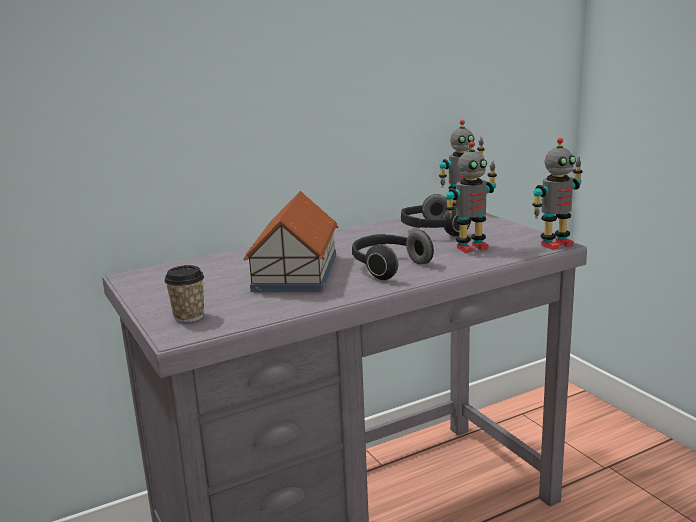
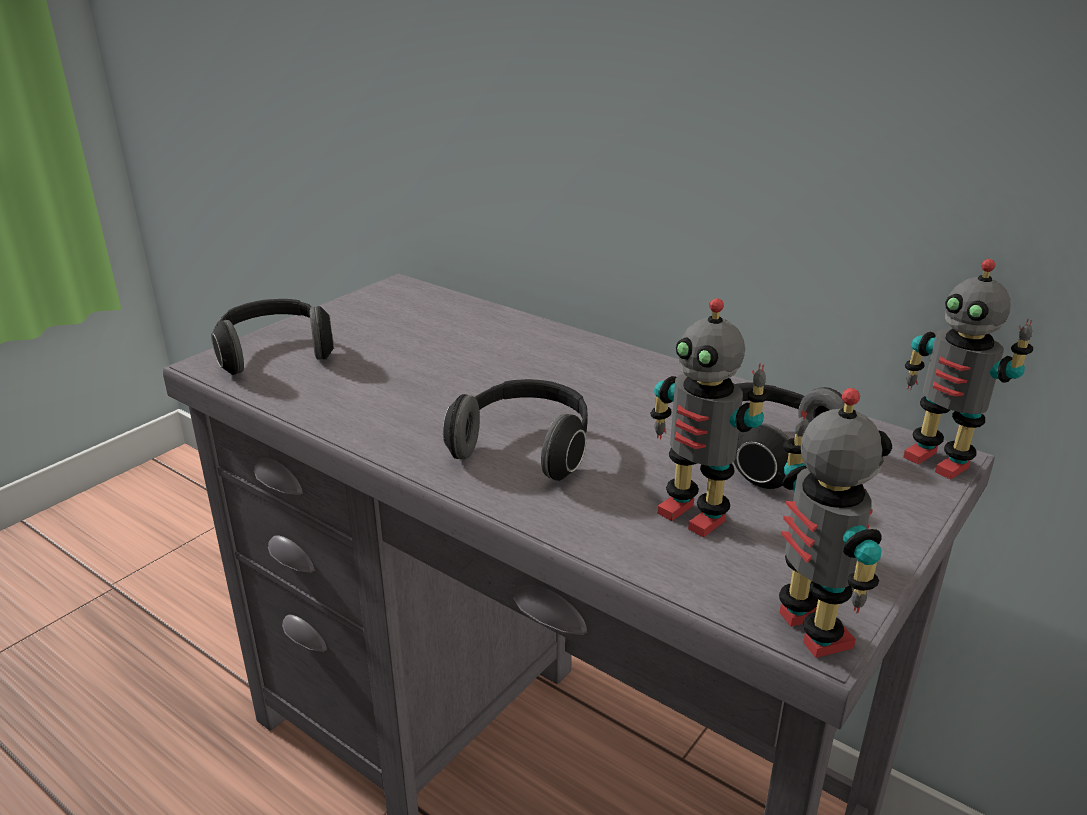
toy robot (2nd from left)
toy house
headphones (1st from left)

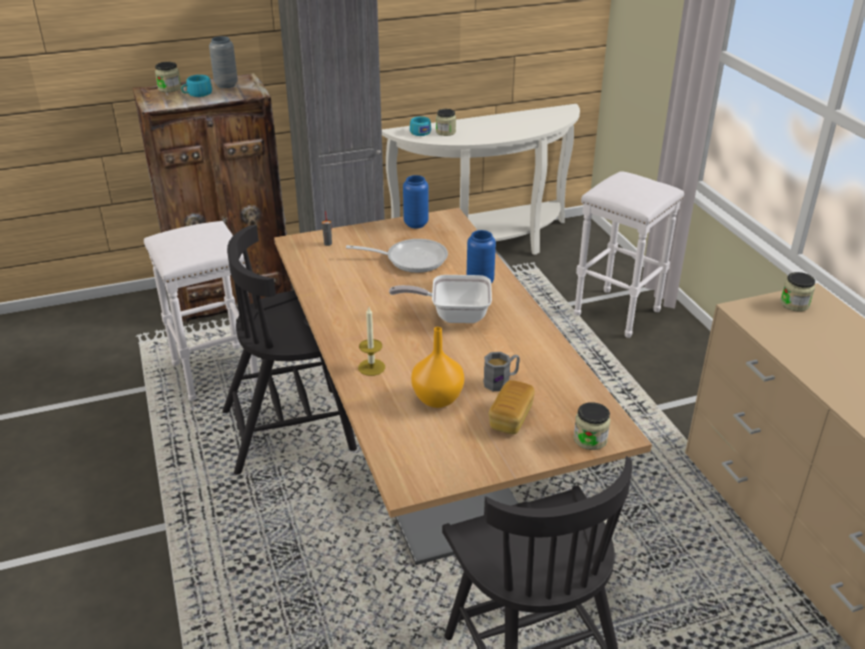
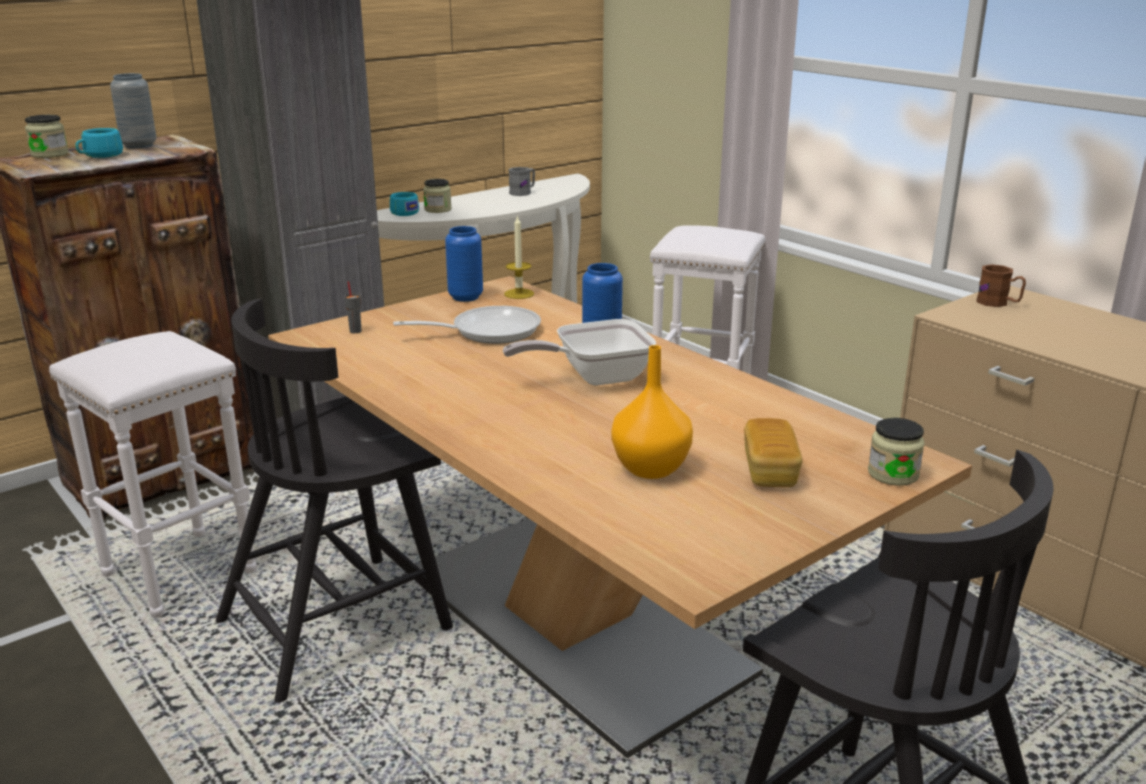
mug (brown)
candle
mug (grey)

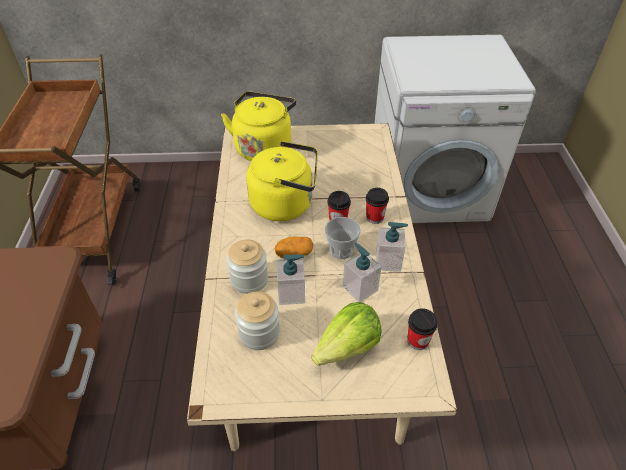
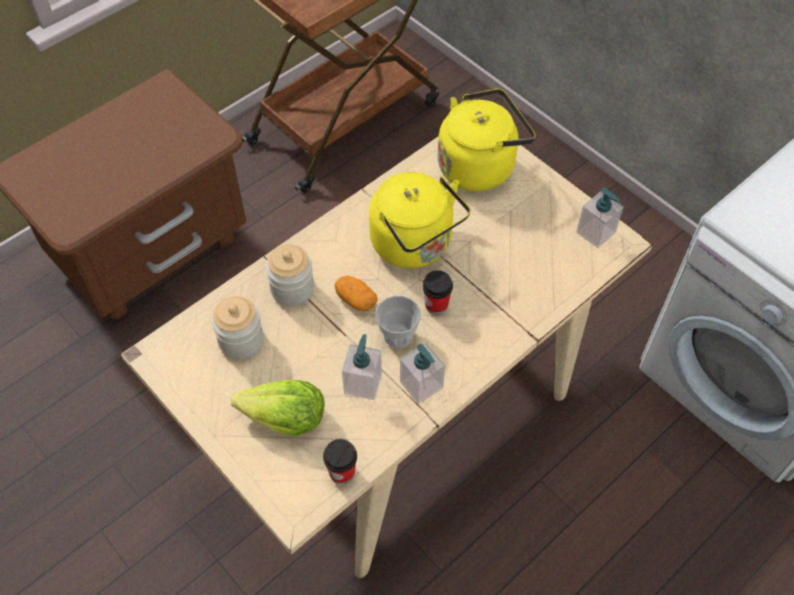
cup (3rd from left in the first image)
soap dispenser (3rd from left)

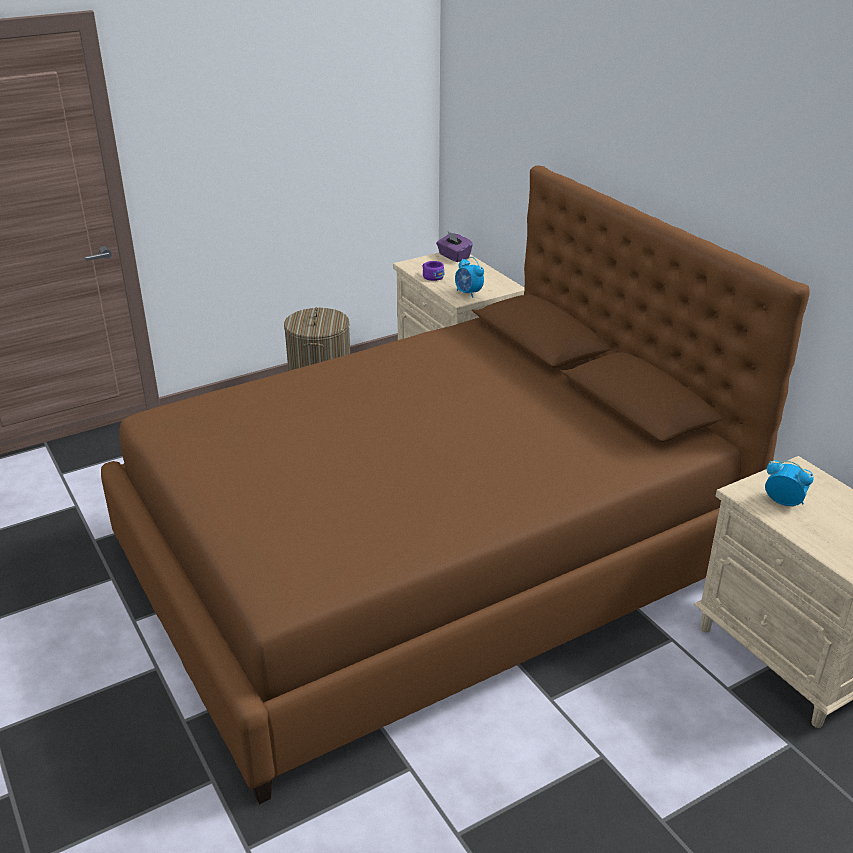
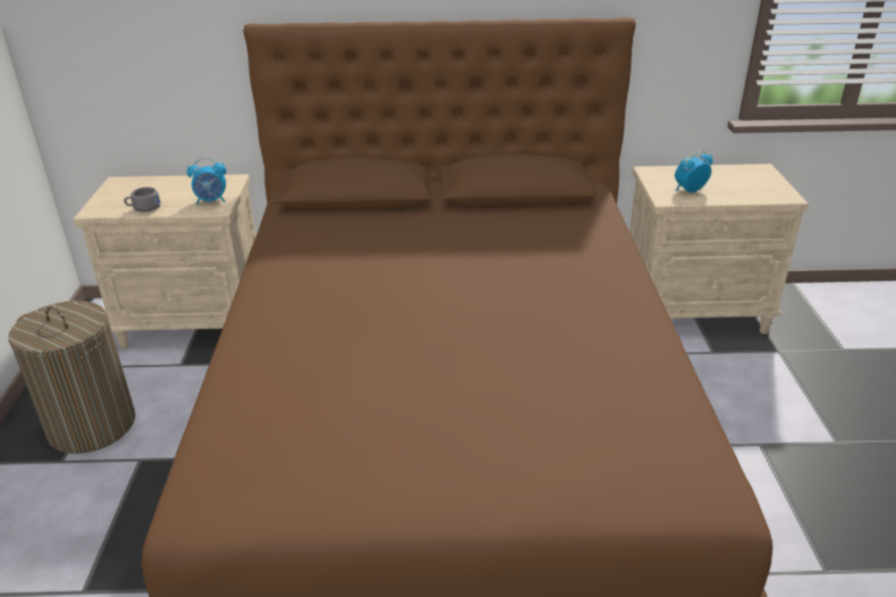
tissue box (purple)
cup (grey)

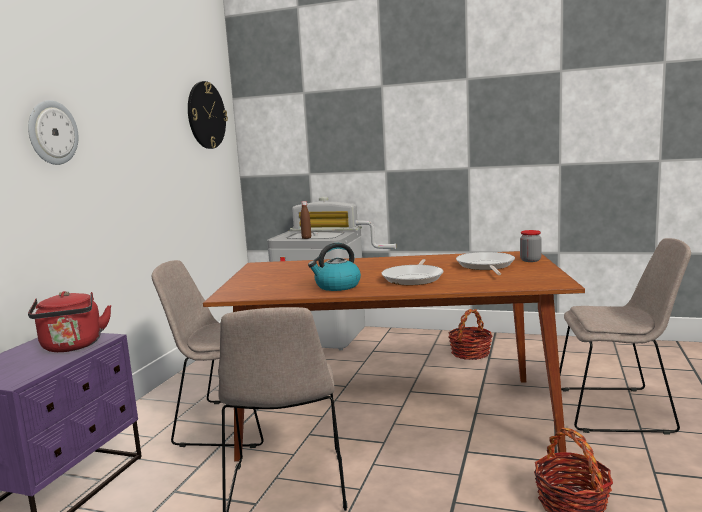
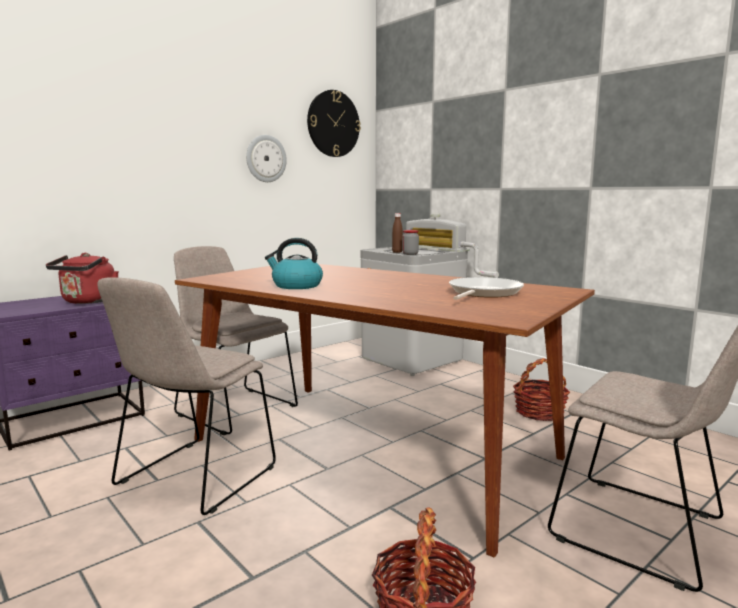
wall clock (1st from left)
jar
frying pan (1st from left in the first image)

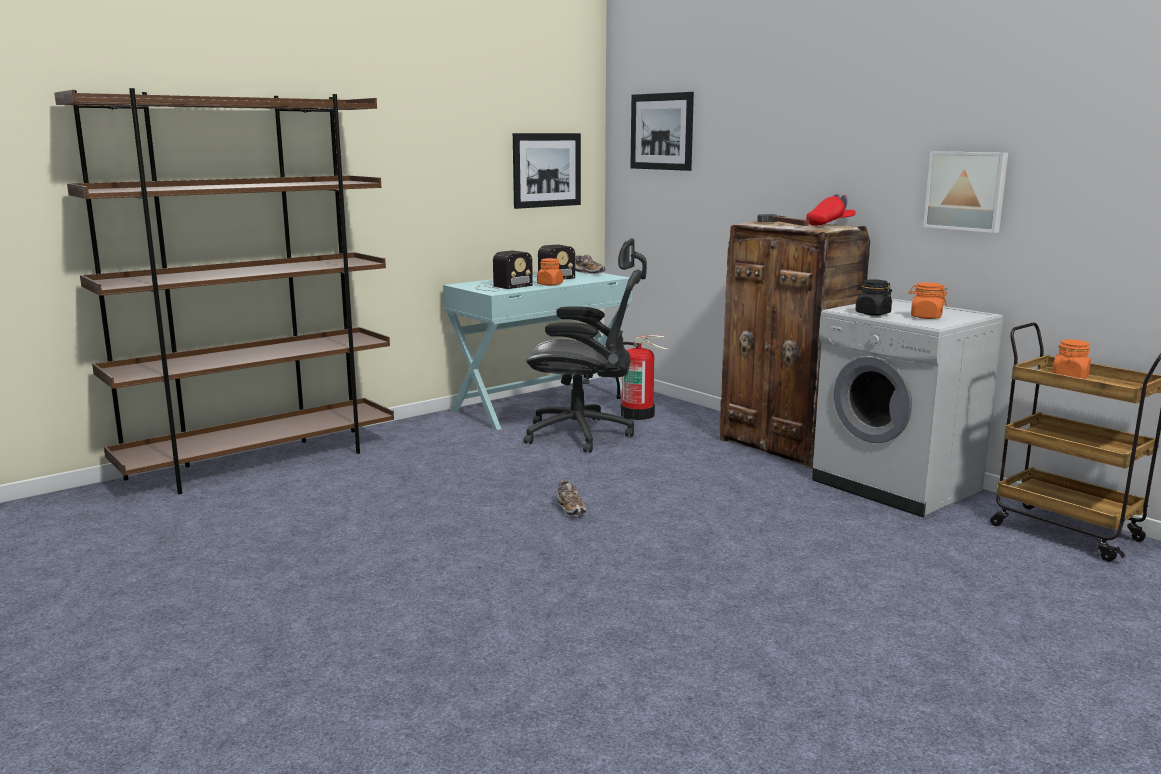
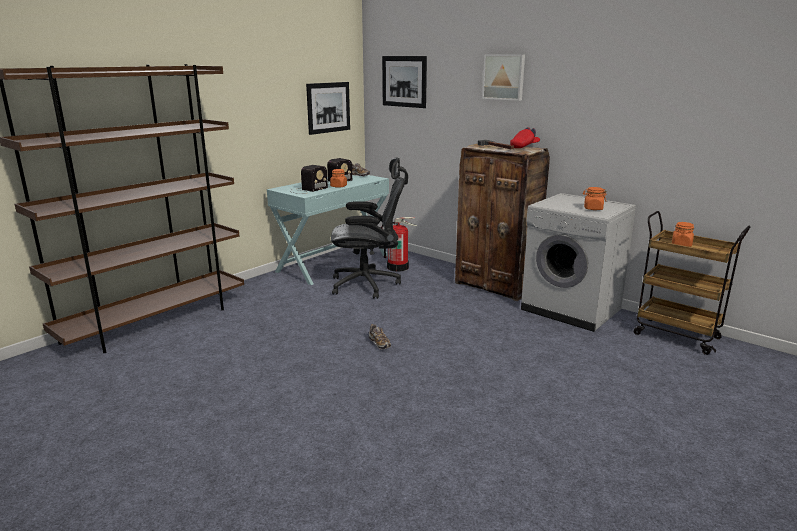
picture (3rd from left)
jar (black)

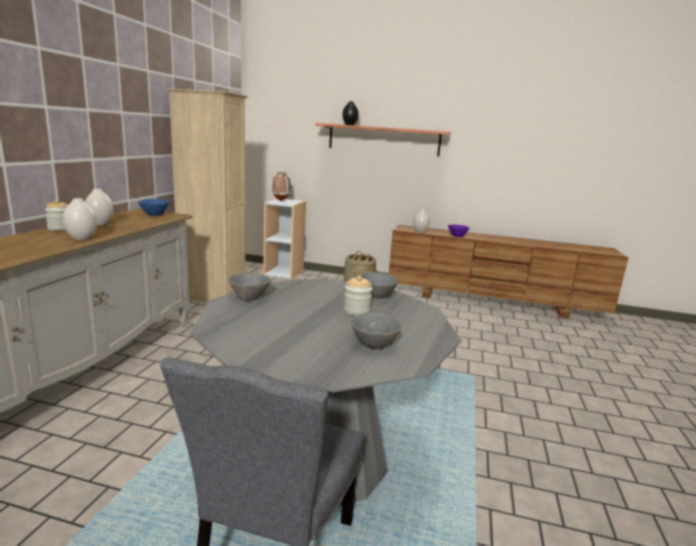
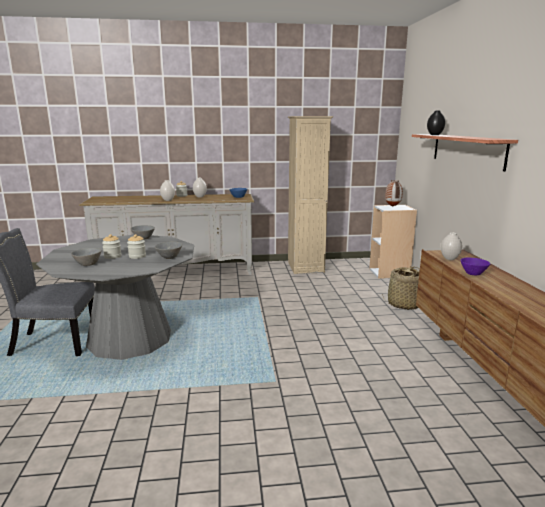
jar (1st from left)

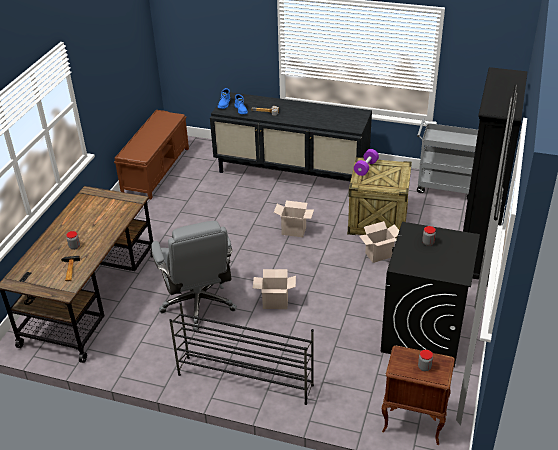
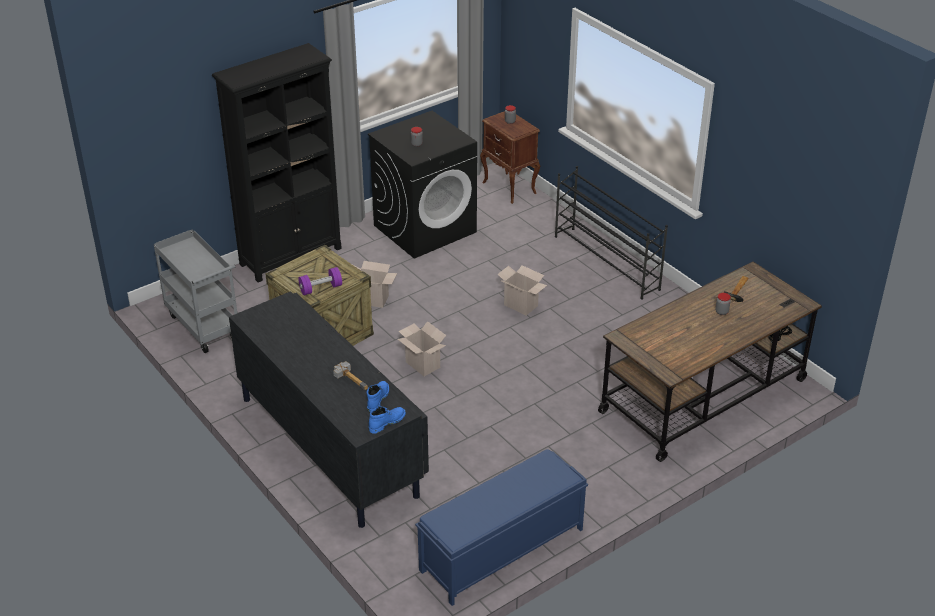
bench (blue)
office chair (grey)

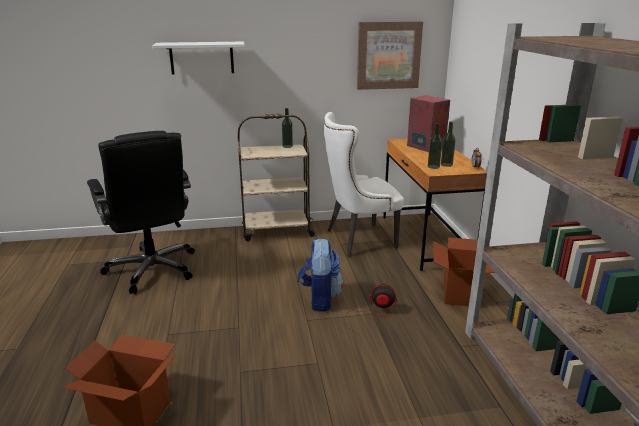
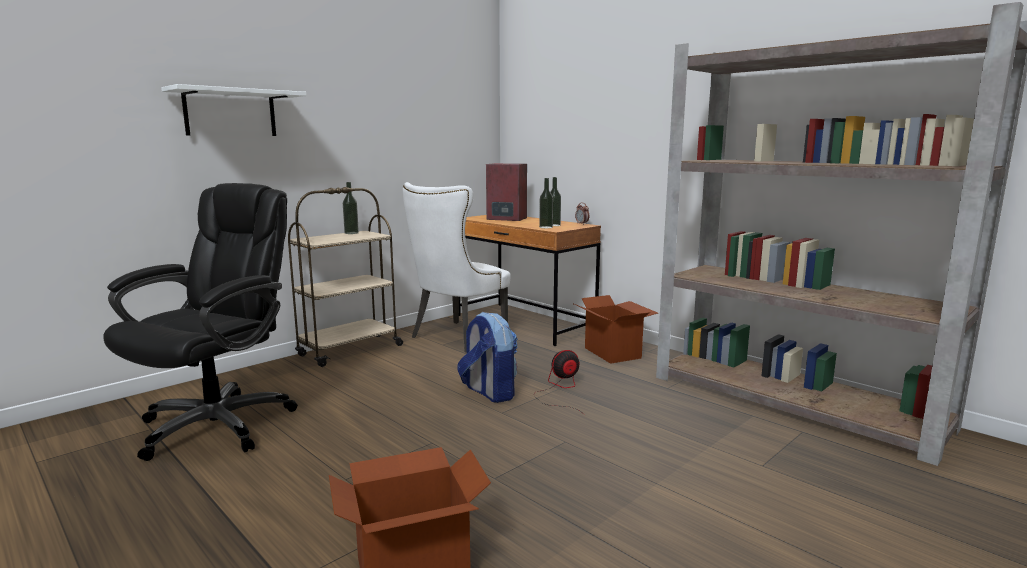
picture
office chair (black)

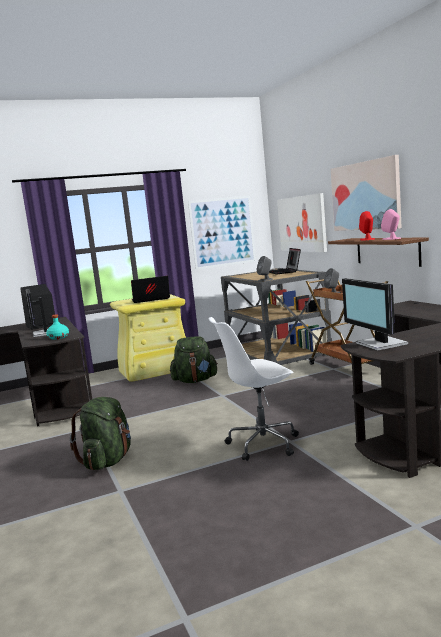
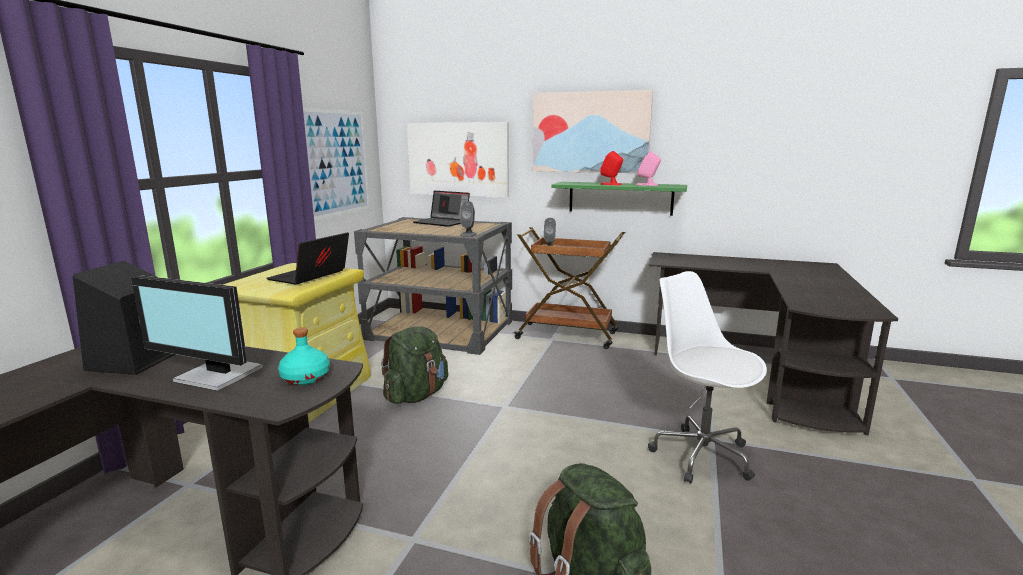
shelf (green)
monitor (2nd from left in the first image)
office chair (white)

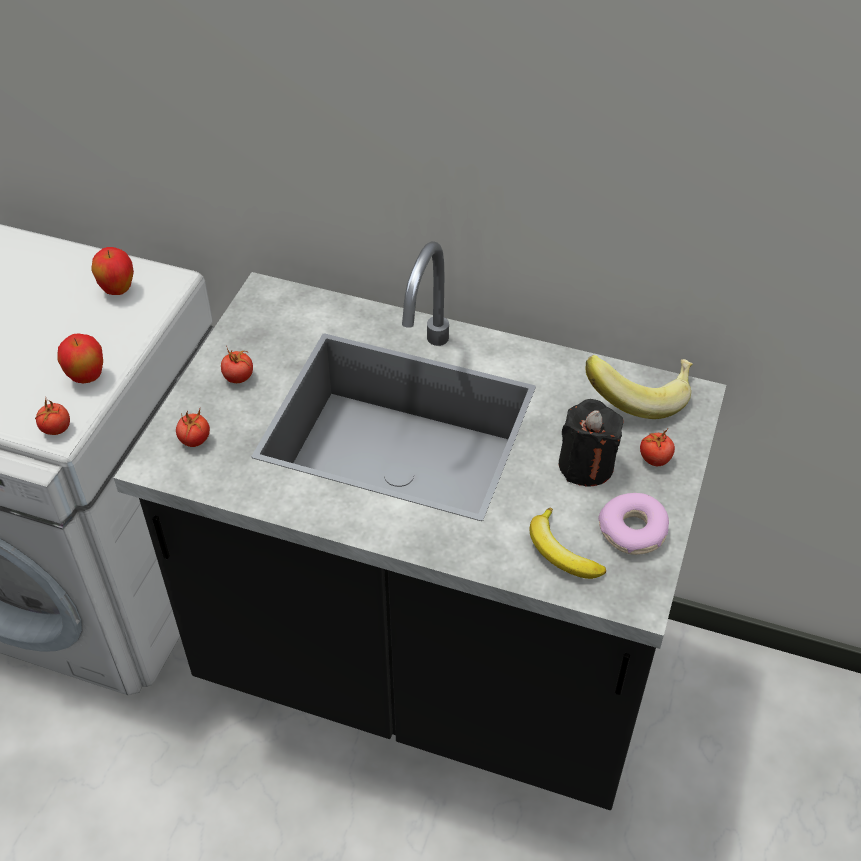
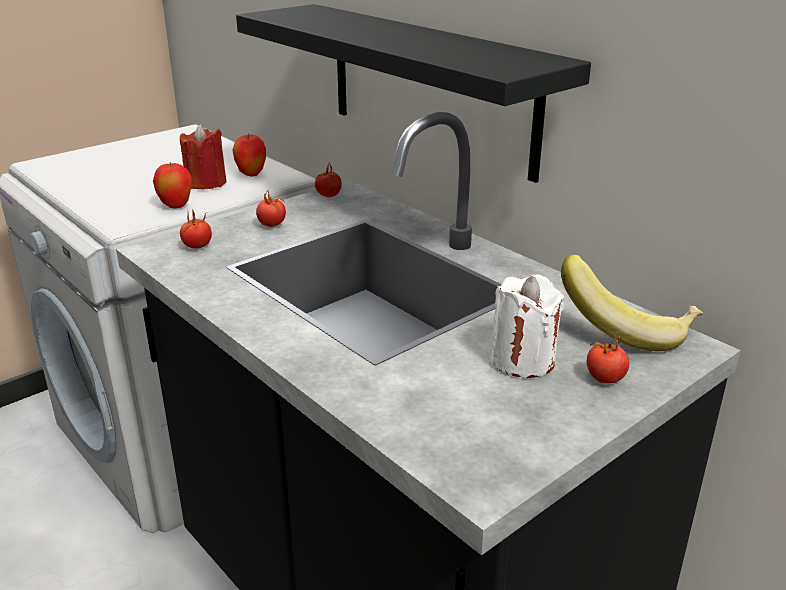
tomato (3rd from left)
candle (white)
donut
banana (1st from left in the first image)
shelf (black)
candle (red)

